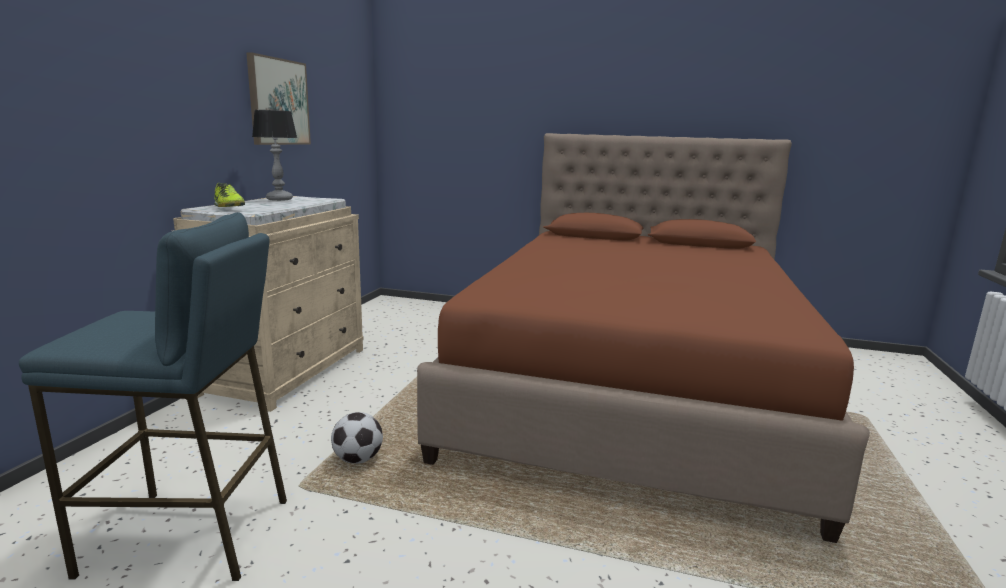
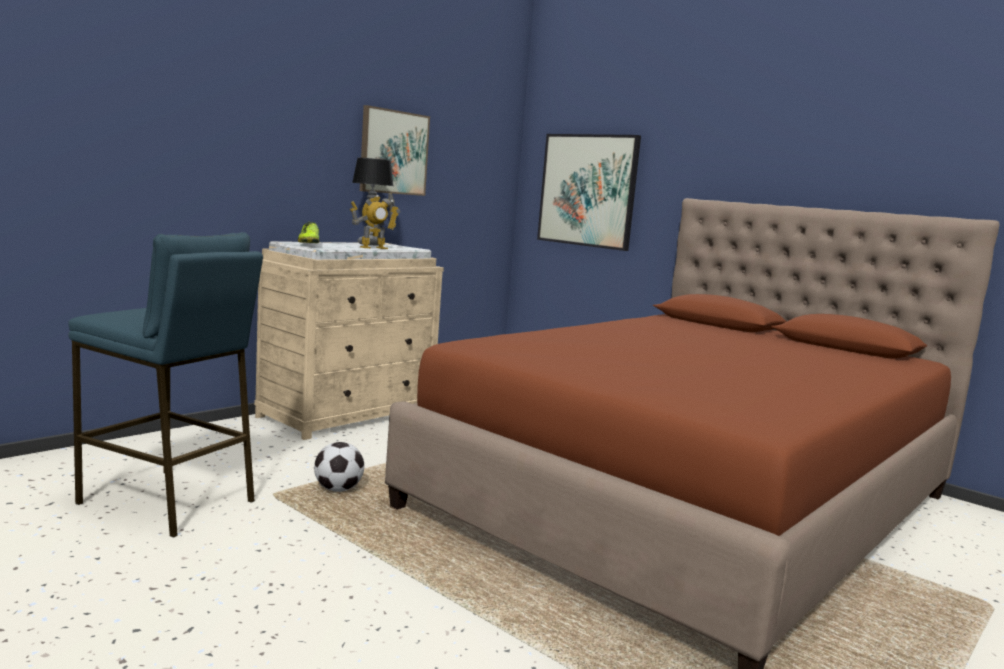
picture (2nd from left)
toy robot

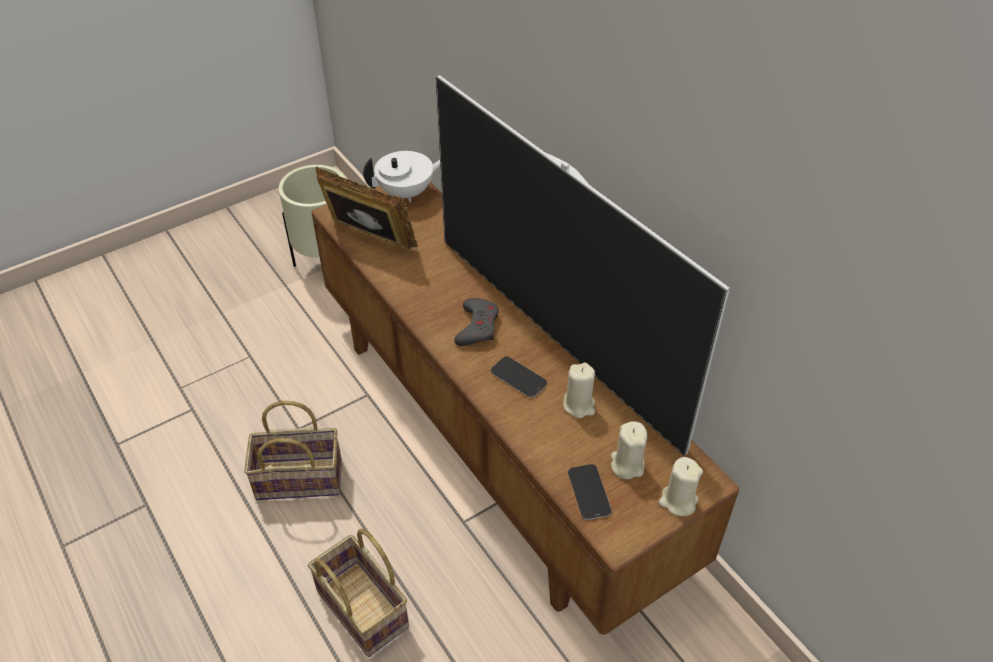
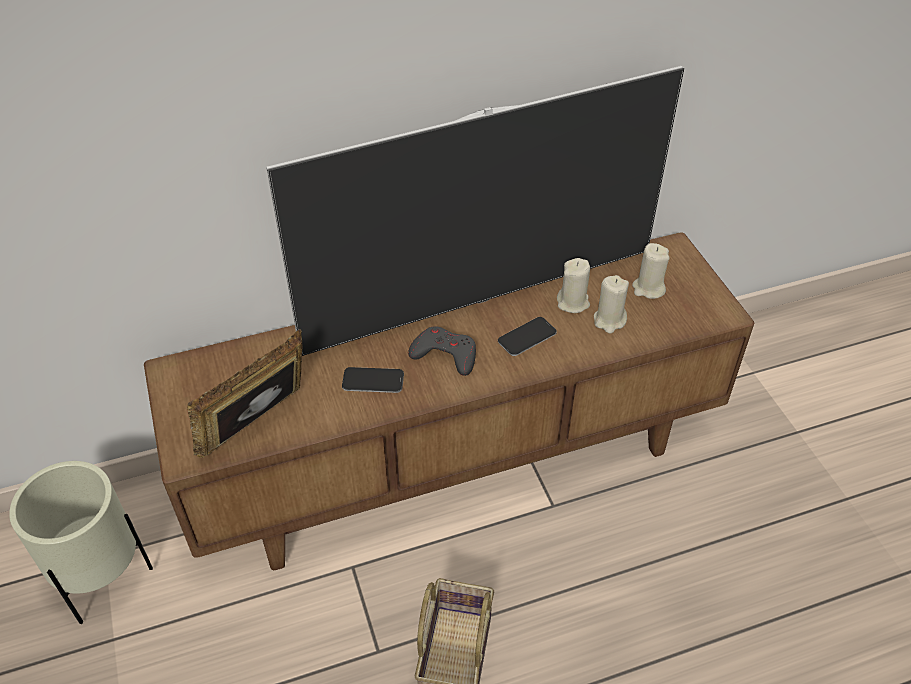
teapot (white)
candle (beige) (2nd from left)
phone (1st from left)
basket (2nd from left in the first image)

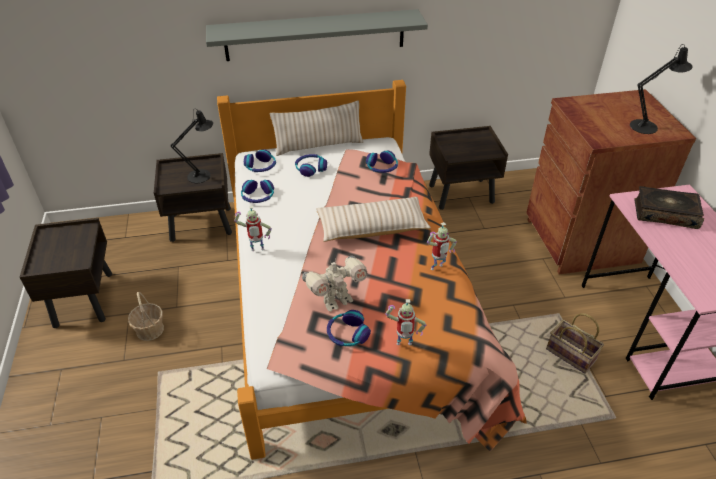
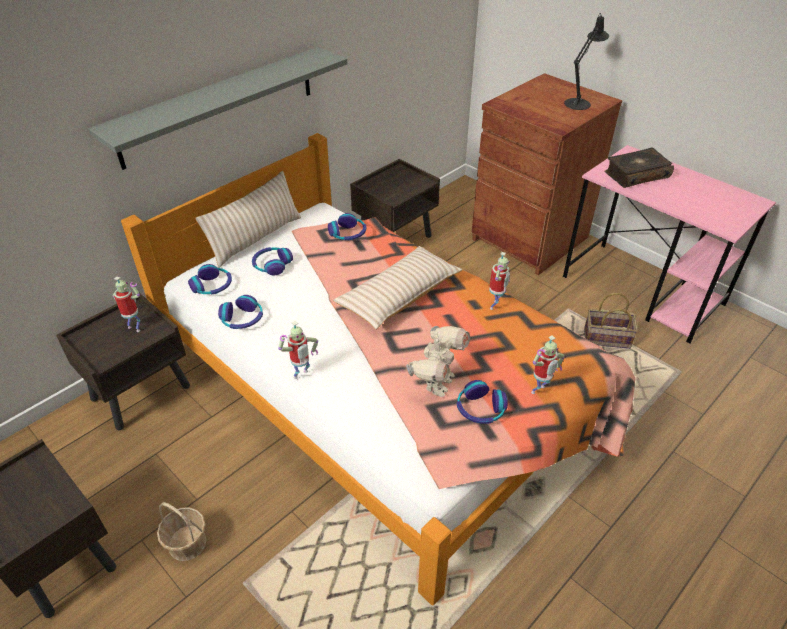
toy robot (1st from left)

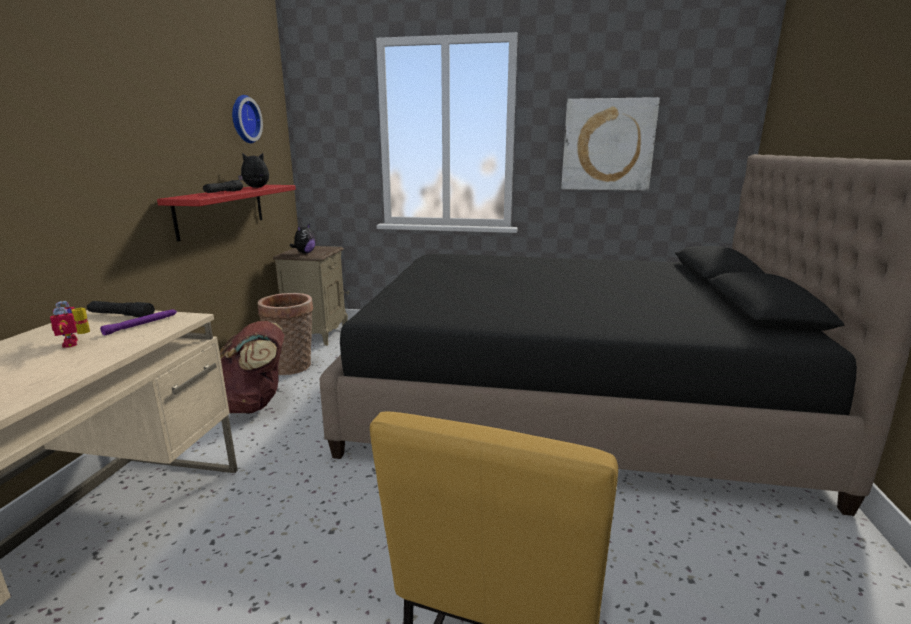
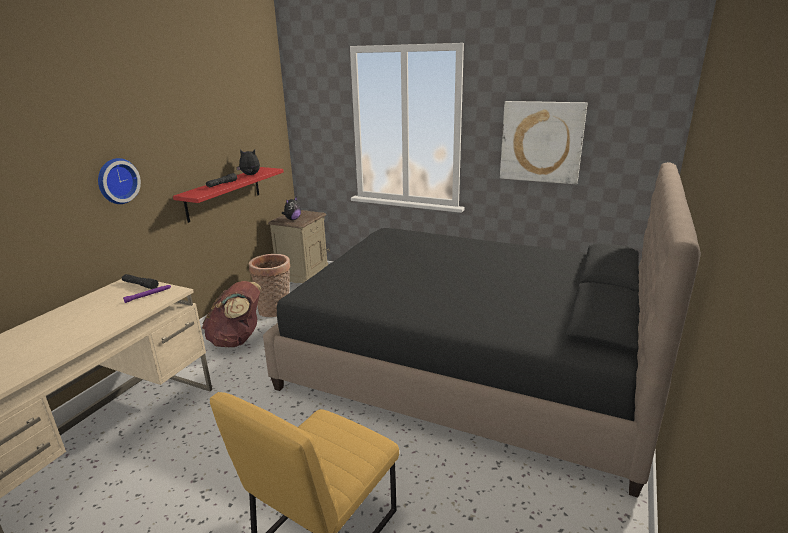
wall clock
toy robot

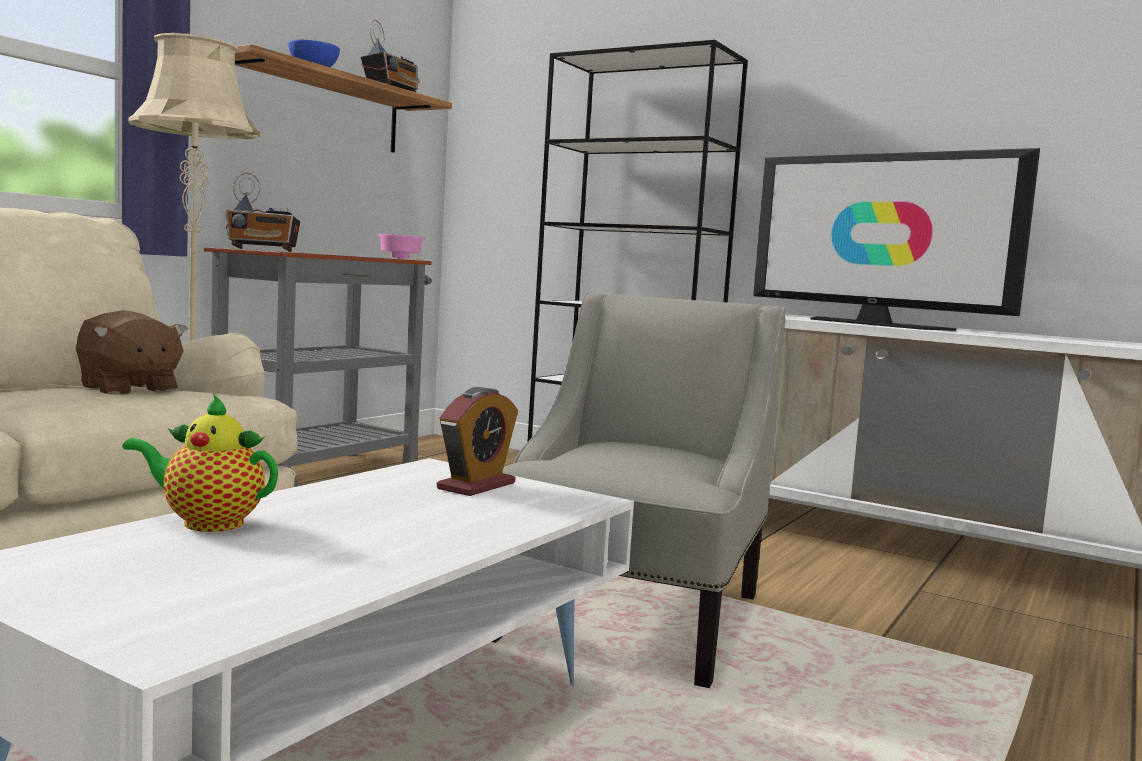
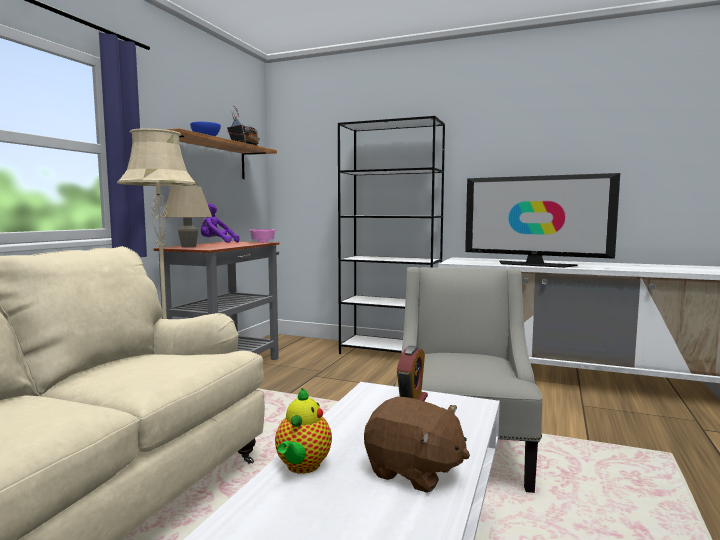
table lamp (beige)
plush toy (brown)
teapot
plush toy (purple)

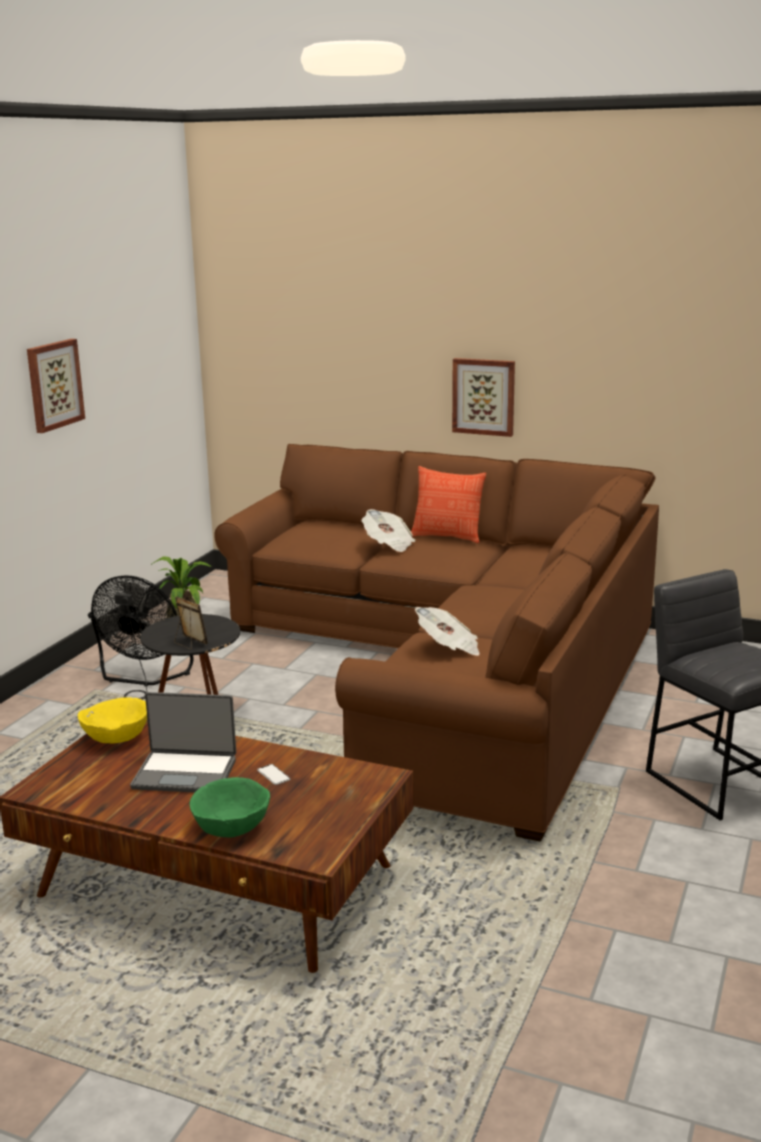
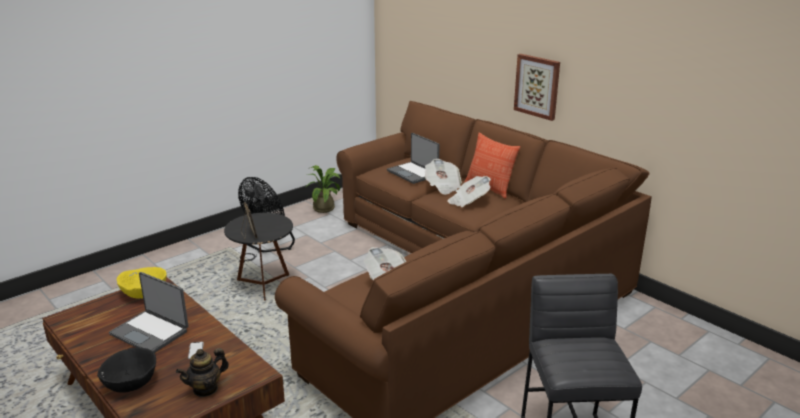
picture (1st from left in the first image)
bowl (black)
laptop (2nd from left)
newspaper (3rd from left)
teapot

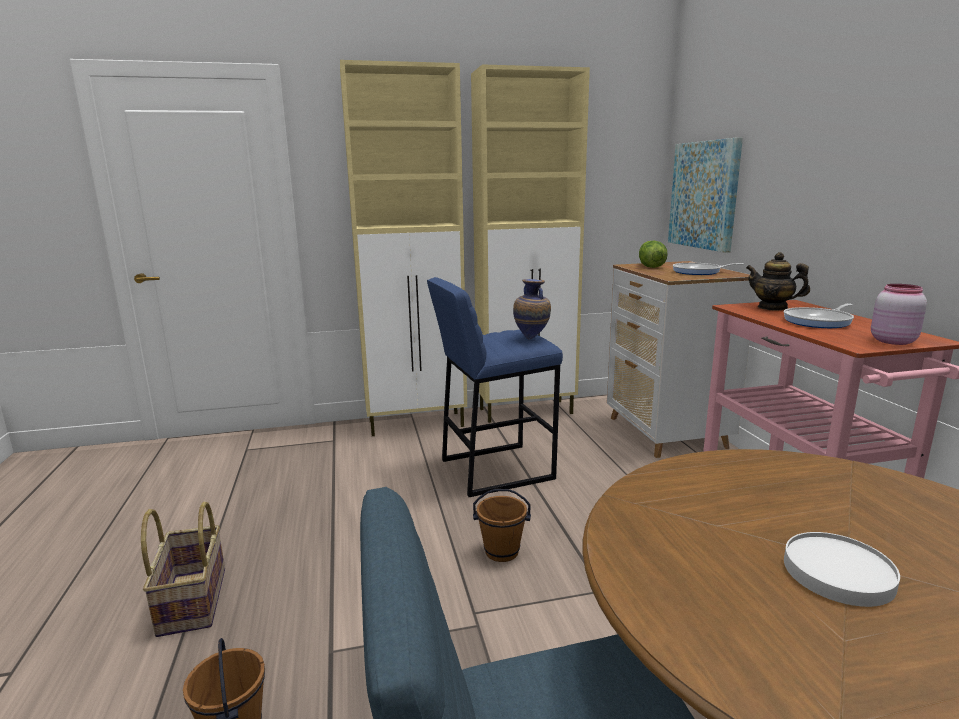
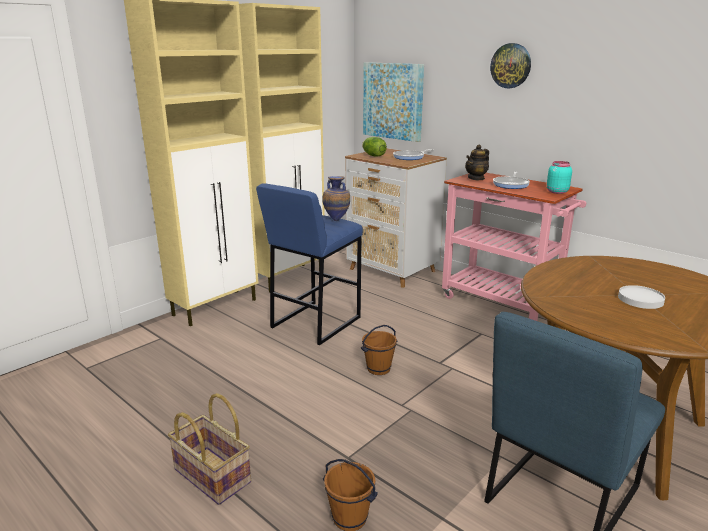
teapot
jar (turquoise)
wall clock

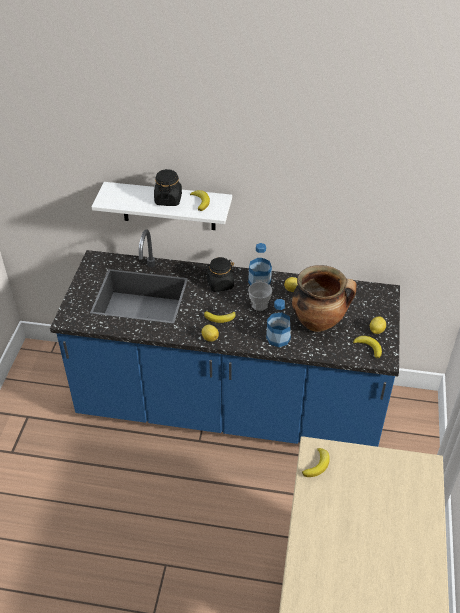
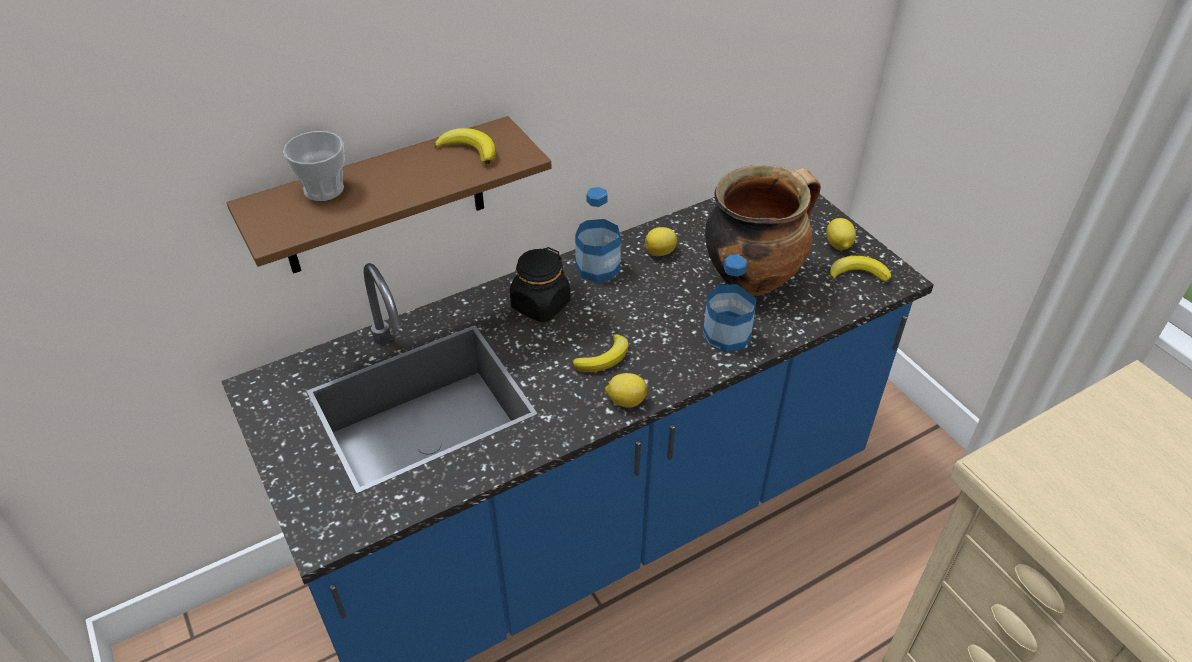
jar (black) (1st from left in the first image)
shelf (brown)
cup
banana (3rd from left in the first image)

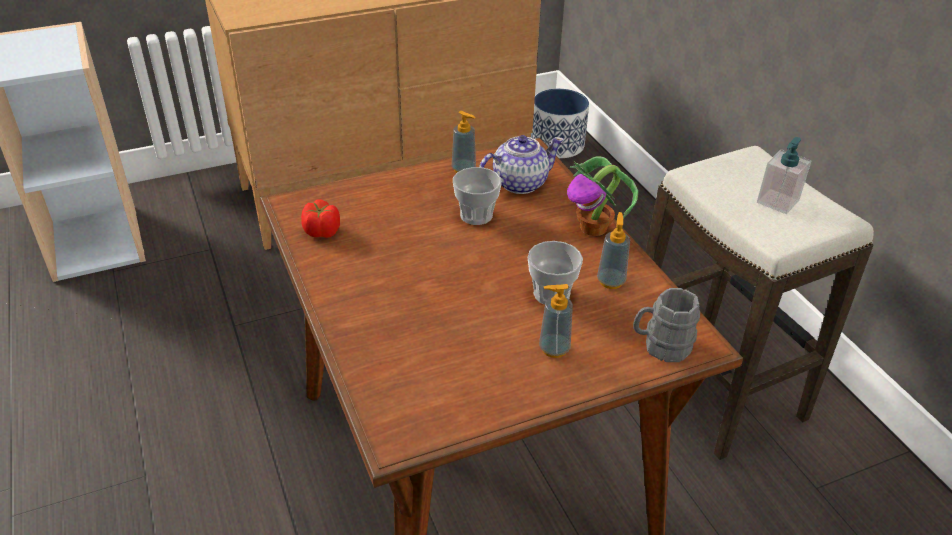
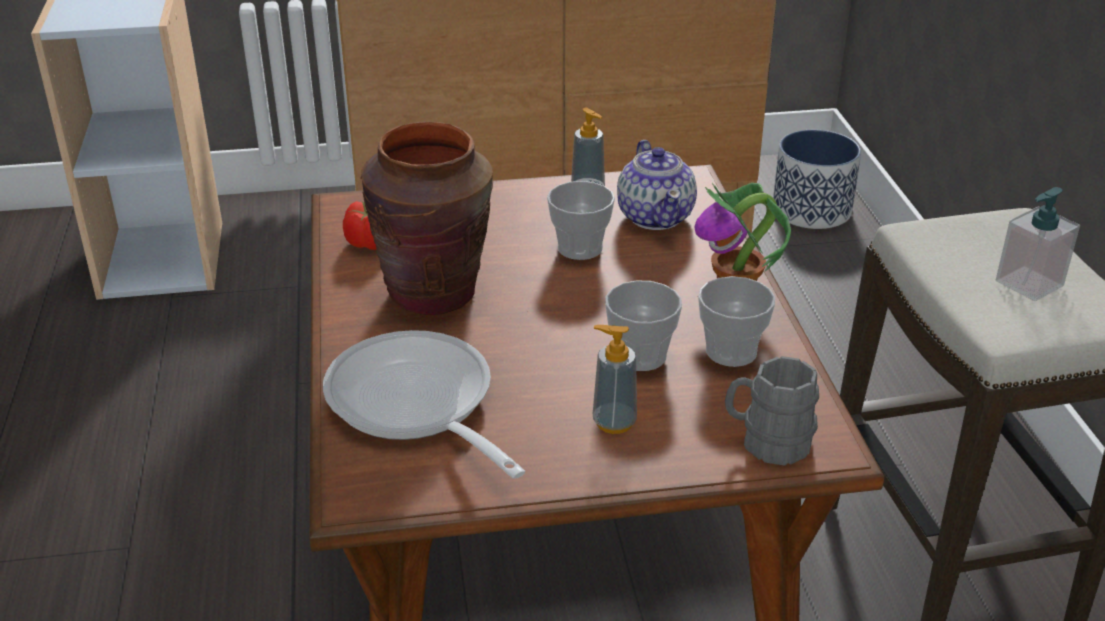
teapot
cup (3rd from left)
vase (brown)
frying pan

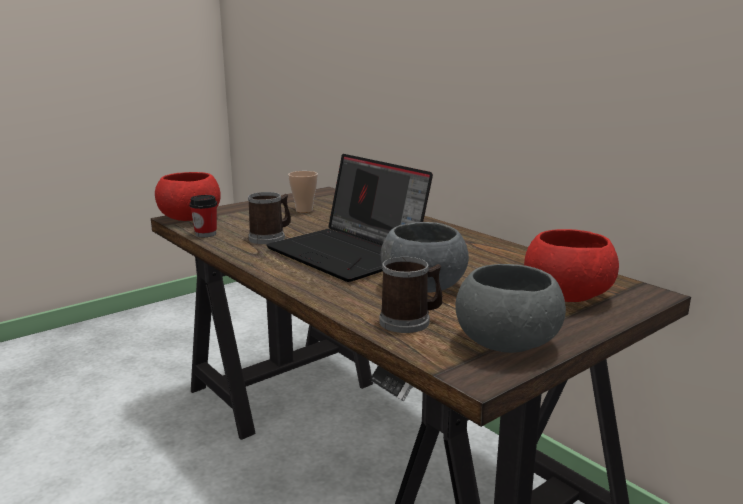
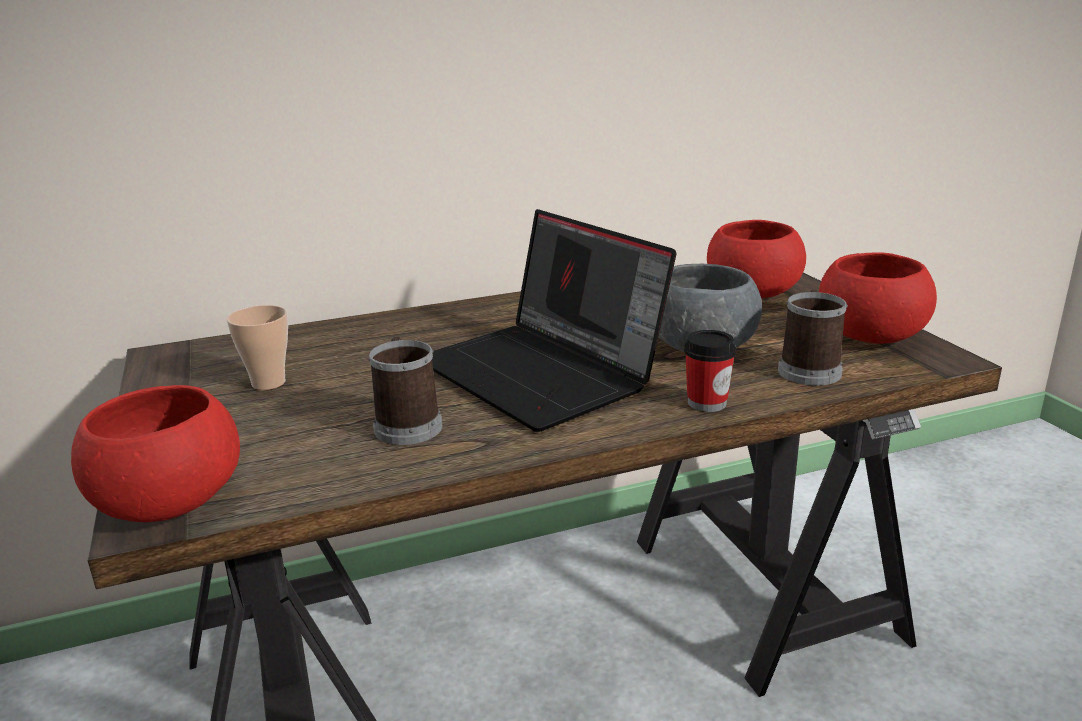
laptop
cup (2nd from left)
bowl (red) (3rd from left)

